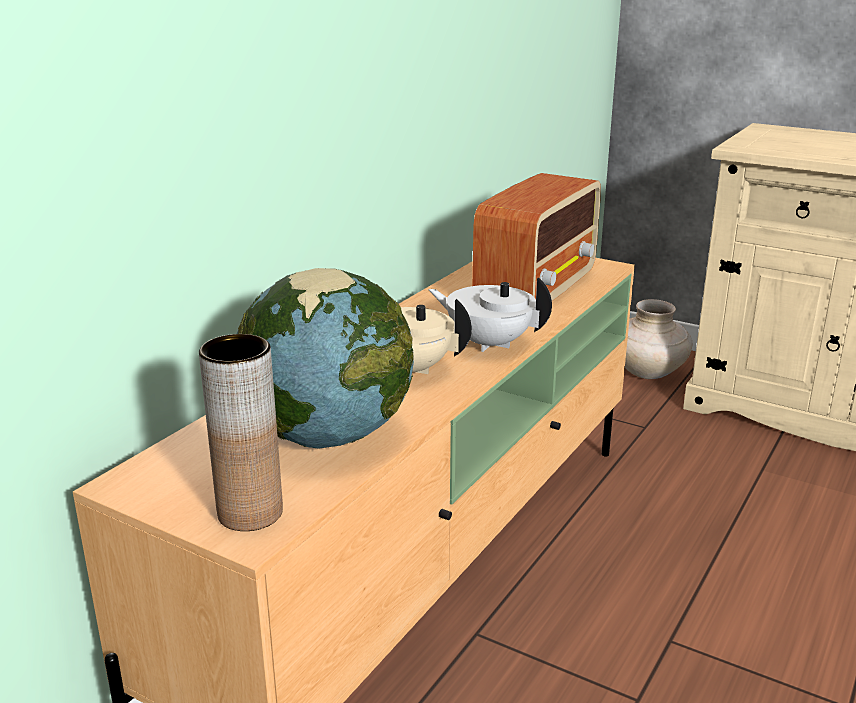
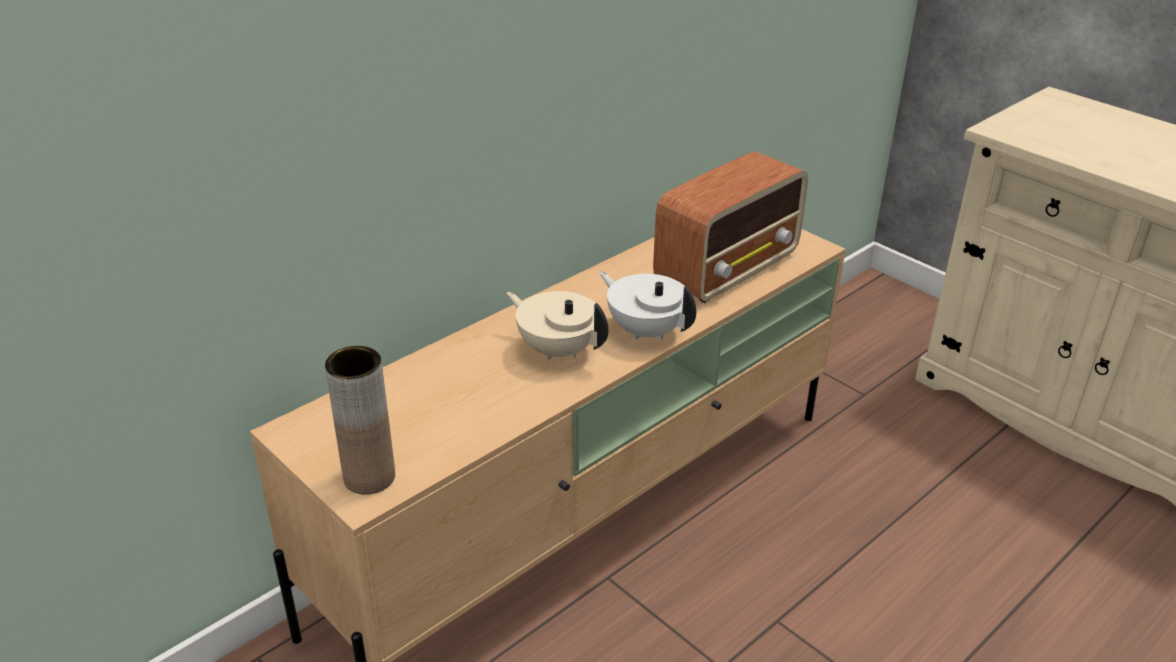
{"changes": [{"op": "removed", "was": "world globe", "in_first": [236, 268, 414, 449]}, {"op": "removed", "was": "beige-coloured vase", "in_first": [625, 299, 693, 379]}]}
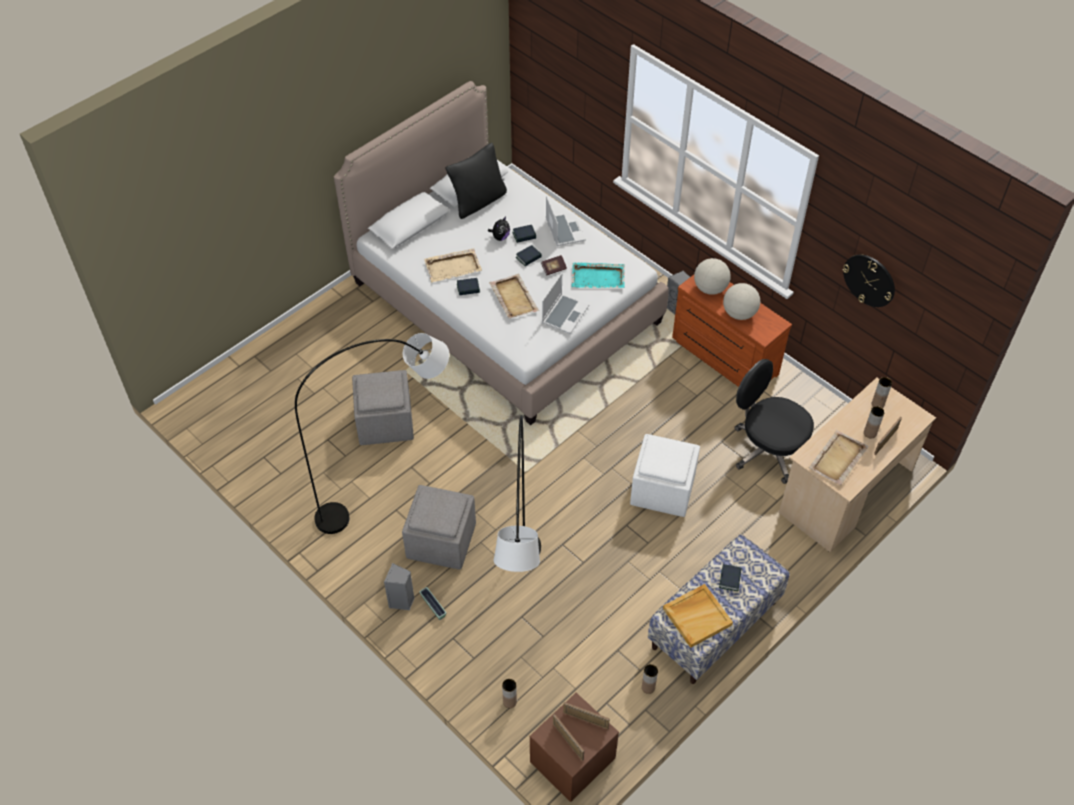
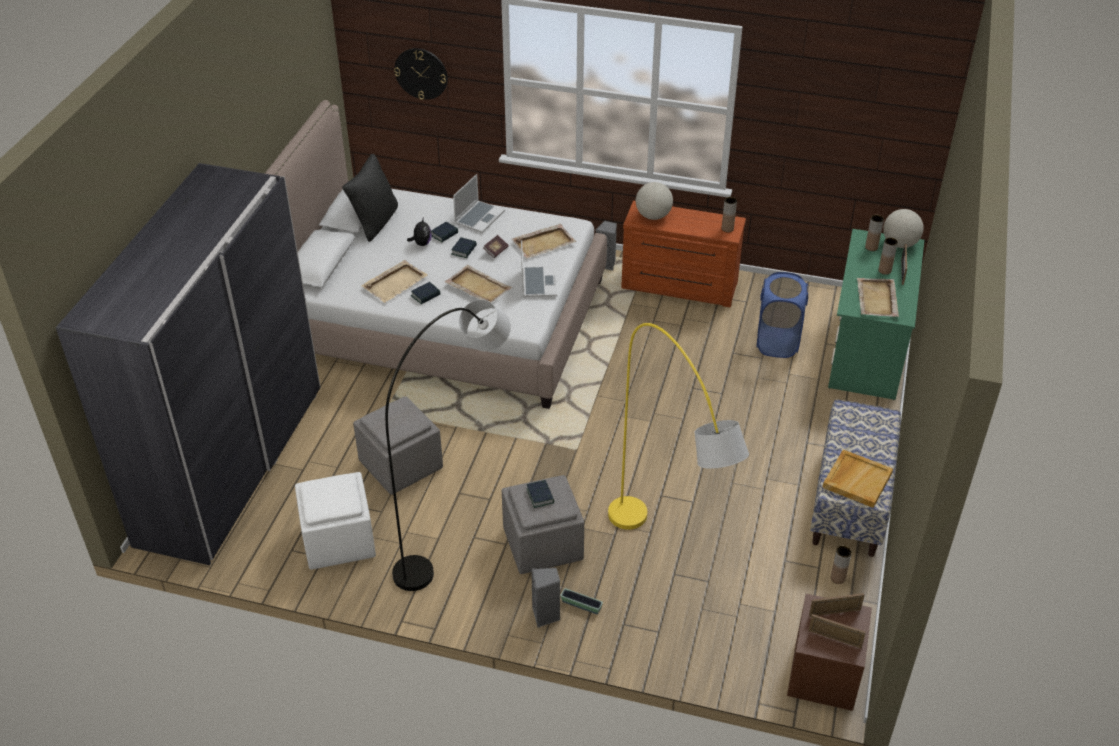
{"changes": [{"op": "added", "now": "grey armoire", "in_second": [56, 163, 321, 565]}, {"op": "moved", "was": "brownish vase", "in_first": [502, 679, 517, 708], "in_second": [722, 197, 737, 232]}, {"op": "moved", "was": "white-coloured footrest", "in_first": [630, 434, 700, 517], "in_second": [295, 472, 376, 570]}, {"op": "moved", "was": "book", "in_first": [719, 564, 741, 591], "in_second": [527, 480, 554, 508]}, {"op": "moved", "was": "world globe", "in_first": [723, 283, 760, 320], "in_second": [883, 209, 924, 248]}, {"op": "moved", "was": "hanging clock", "in_first": [843, 255, 895, 307], "in_second": [394, 48, 448, 100]}, {"op": "replaced", "was": "black-coloured computer chair", "now": "blue washing basket", "in_first": [734, 359, 814, 484], "in_second": [756, 272, 808, 358]}, {"op": "recoloured", "was": "grey standing lamp", "now": "yellowish standing lamp", "in_first": [494, 415, 541, 572], "in_second": [608, 323, 749, 530]}, {"op": "recoloured", "was": "turquoise carrying tray", "now": "beige-coloured carrying tray", "in_first": [571, 263, 625, 288], "in_second": [512, 224, 576, 259]}, {"op": "recoloured", "was": "beige-coloured desk unit", "now": "greenish desk unit", "in_first": [779, 377, 936, 552], "in_second": [828, 229, 925, 400]}, {"op": "turned", "was": "notebook computer", "in_first": [546, 196, 586, 246], "in_second": [453, 174, 505, 233], "clockwise": 75}]}
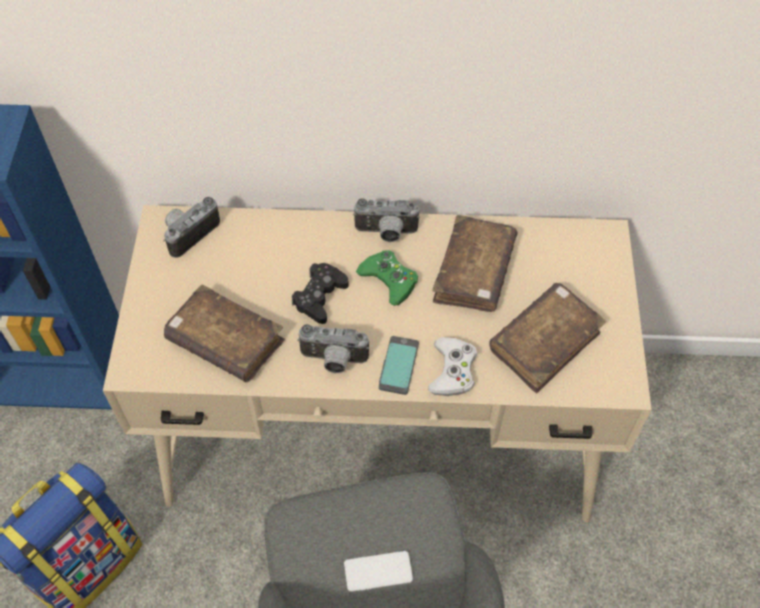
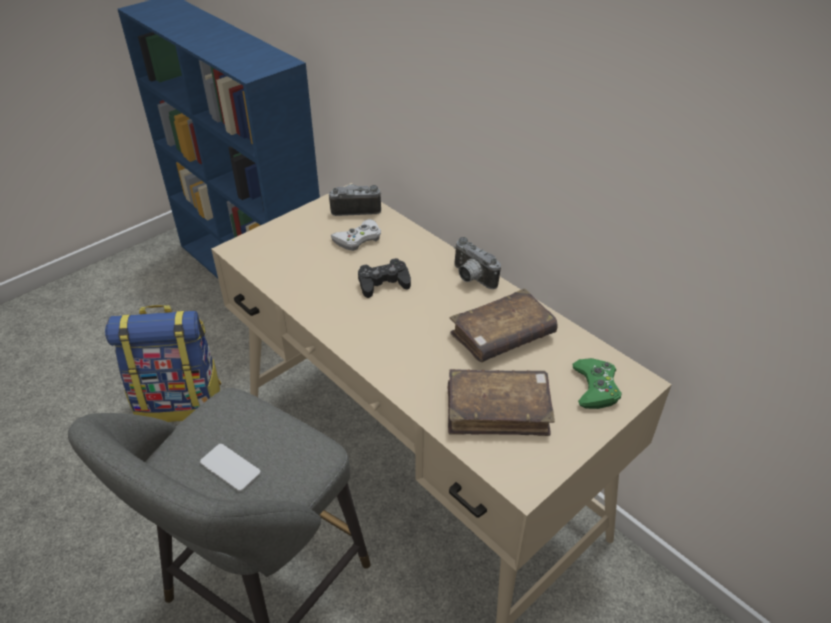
{"changes": [{"op": "removed", "was": "brownish book", "in_first": [164, 285, 285, 382]}, {"op": "removed", "was": "photo camera", "in_first": [297, 324, 369, 373]}, {"op": "removed", "was": "handset", "in_first": [379, 336, 419, 395]}, {"op": "moved", "was": "greenish game controller", "in_first": [356, 250, 418, 306], "in_second": [573, 358, 621, 409]}, {"op": "moved", "was": "white-coloured game controller", "in_first": [428, 337, 477, 396], "in_second": [331, 219, 381, 251]}]}
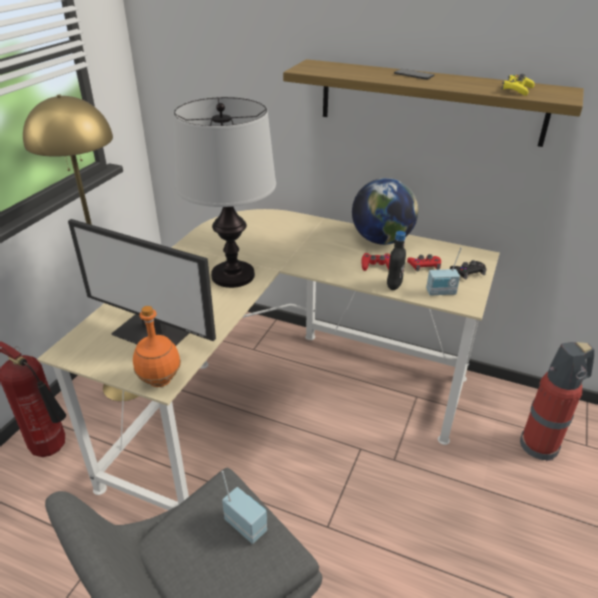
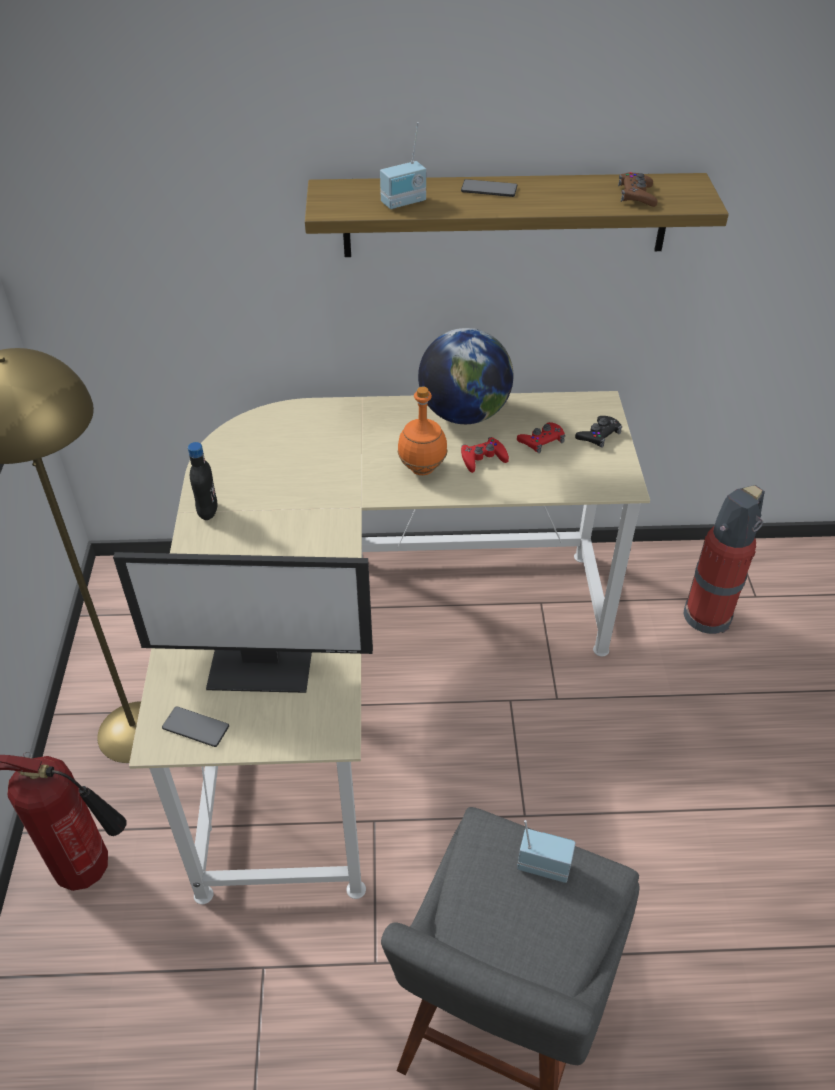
{"changes": [{"op": "removed", "was": "table lamp", "in_first": [173, 97, 276, 288]}, {"op": "added", "now": "handset", "in_second": [162, 706, 229, 747]}, {"op": "moved", "was": "orange drink bottle", "in_first": [133, 306, 181, 387], "in_second": [398, 387, 447, 475]}, {"op": "moved", "was": "black-coloured drink bottle", "in_first": [387, 231, 406, 290], "in_second": [188, 442, 218, 520]}, {"op": "moved", "was": "radio receiver", "in_first": [426, 248, 462, 296], "in_second": [380, 122, 426, 209]}, {"op": "recoloured", "was": "yellowish game controller", "now": "brownish game controller", "in_first": [501, 74, 535, 96], "in_second": [618, 172, 658, 207]}]}
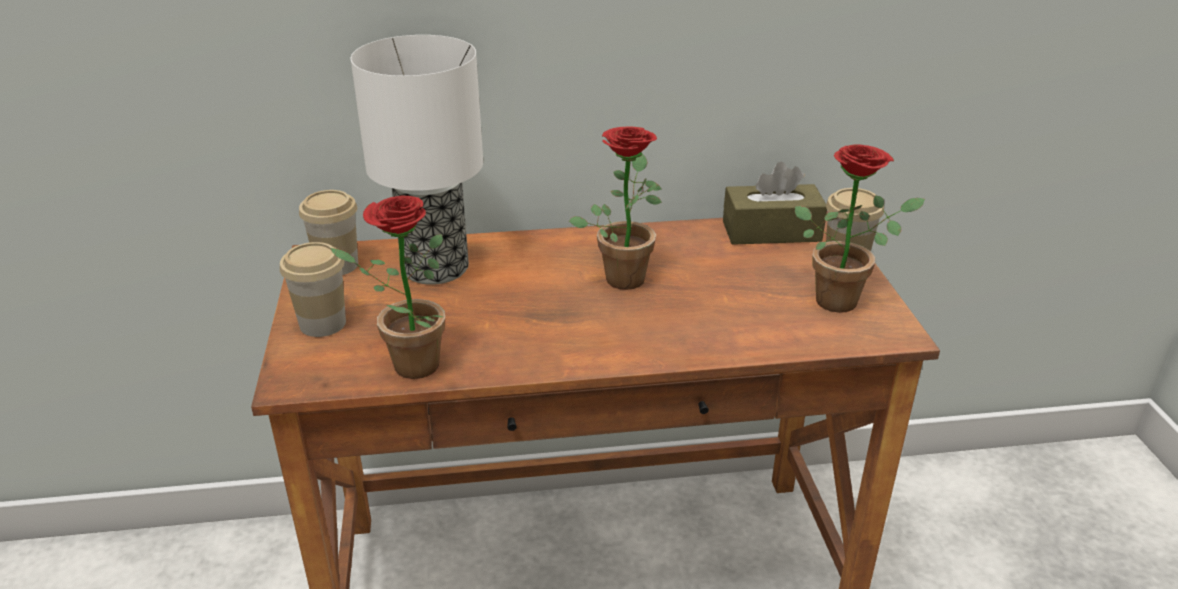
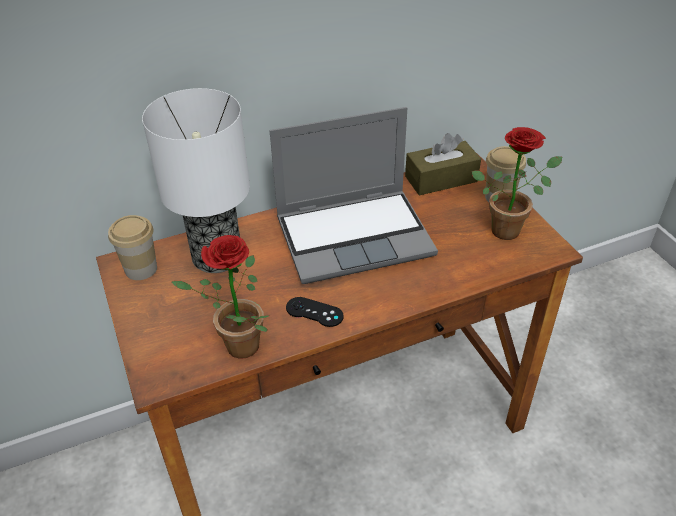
{"changes": [{"op": "removed", "was": "small cup", "in_first": [280, 242, 346, 337]}, {"op": "added", "now": "black-coloured game controller", "in_second": [286, 297, 344, 327]}, {"op": "replaced", "was": "houseplant", "now": "notebook computer", "in_first": [569, 126, 662, 290], "in_second": [269, 107, 438, 284]}]}
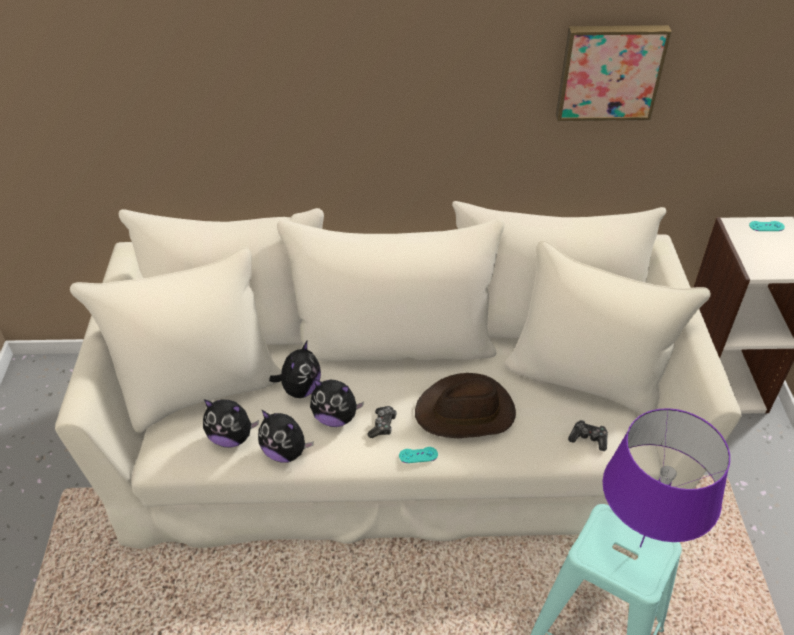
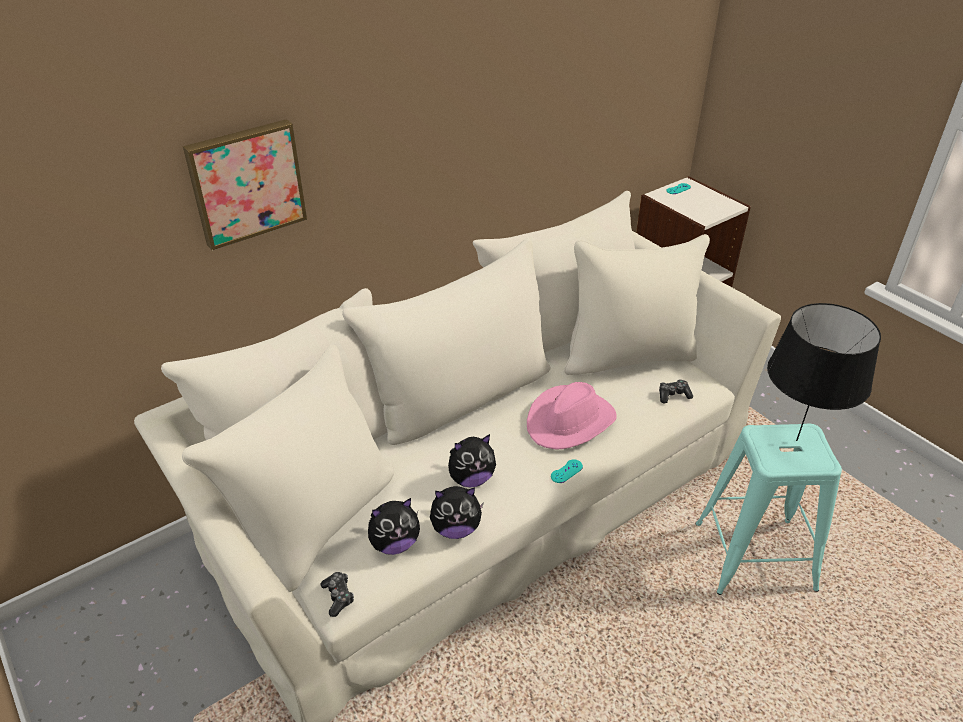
{"changes": [{"op": "removed", "was": "cuddly toy", "in_first": [269, 340, 321, 398]}, {"op": "moved", "was": "game controller", "in_first": [368, 406, 397, 438], "in_second": [321, 572, 354, 617]}, {"op": "moved", "was": "wall picture", "in_first": [556, 25, 672, 121], "in_second": [183, 119, 307, 251]}, {"op": "recoloured", "was": "brownish clothing hat", "now": "pink clothing hat", "in_first": [415, 373, 516, 438], "in_second": [527, 382, 617, 449]}, {"op": "recoloured", "was": "purple-coloured table lamp", "now": "black-coloured table lamp", "in_first": [603, 408, 730, 548], "in_second": [767, 303, 881, 441]}]}
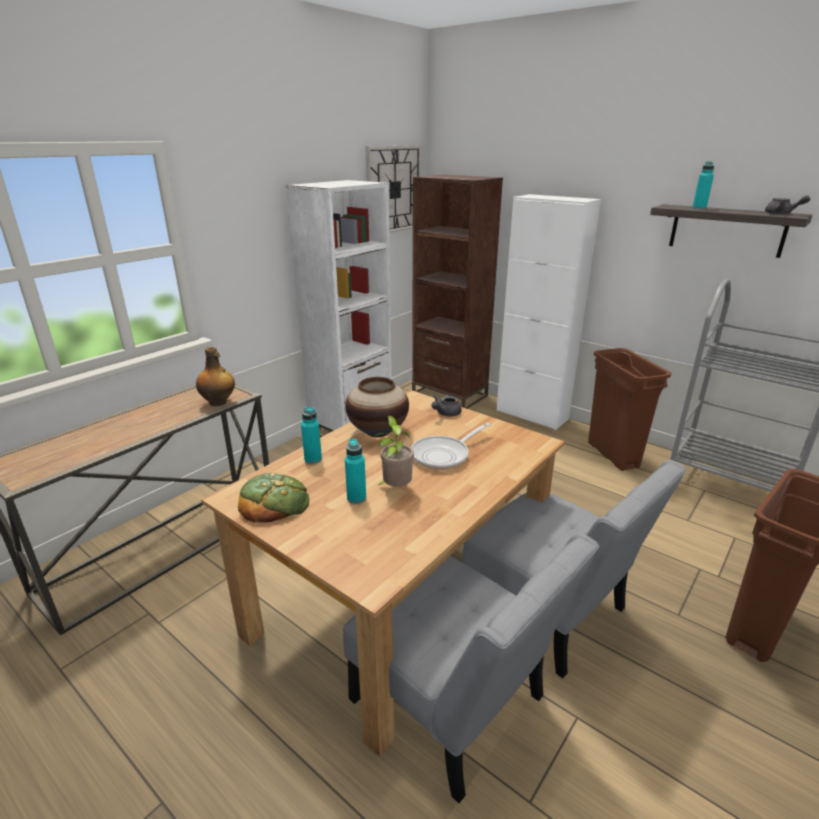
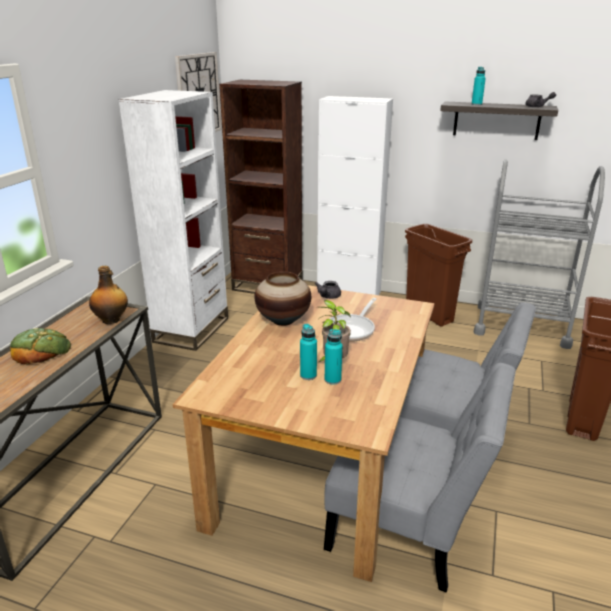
{"changes": [{"op": "moved", "was": "baked bread", "in_first": [238, 473, 309, 523], "in_second": [10, 328, 71, 364]}, {"op": "moved", "was": "turquoise drink bottle", "in_first": [301, 406, 322, 464], "in_second": [325, 329, 342, 385]}]}
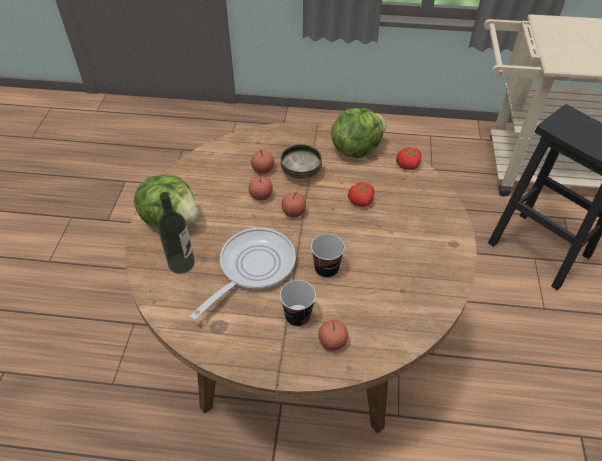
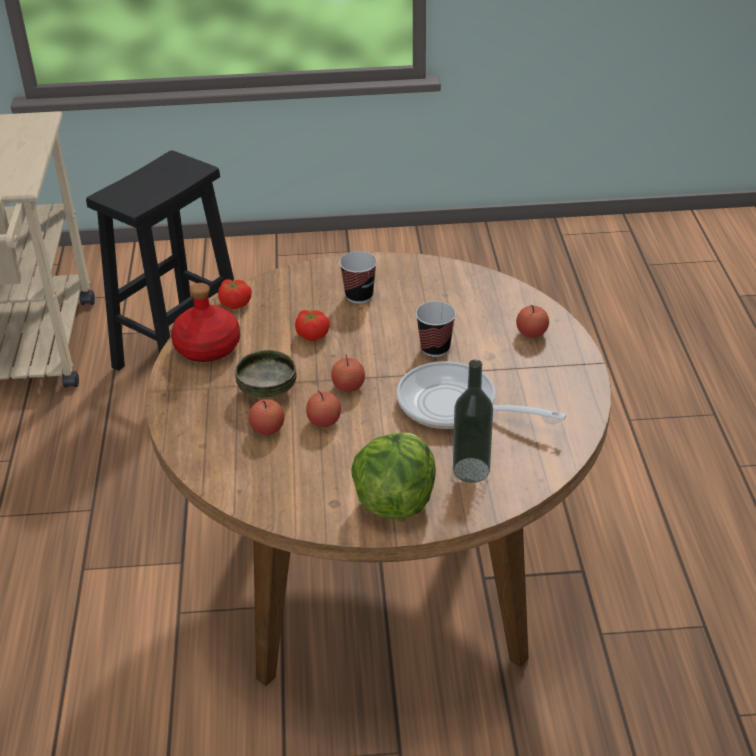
{"changes": [{"op": "moved", "was": "small cup", "in_first": [280, 280, 316, 327], "in_second": [339, 251, 377, 304]}, {"op": "replaced", "was": "lettuce", "now": "red-coloured drink bottle", "in_first": [331, 108, 386, 158], "in_second": [171, 283, 240, 362]}]}
